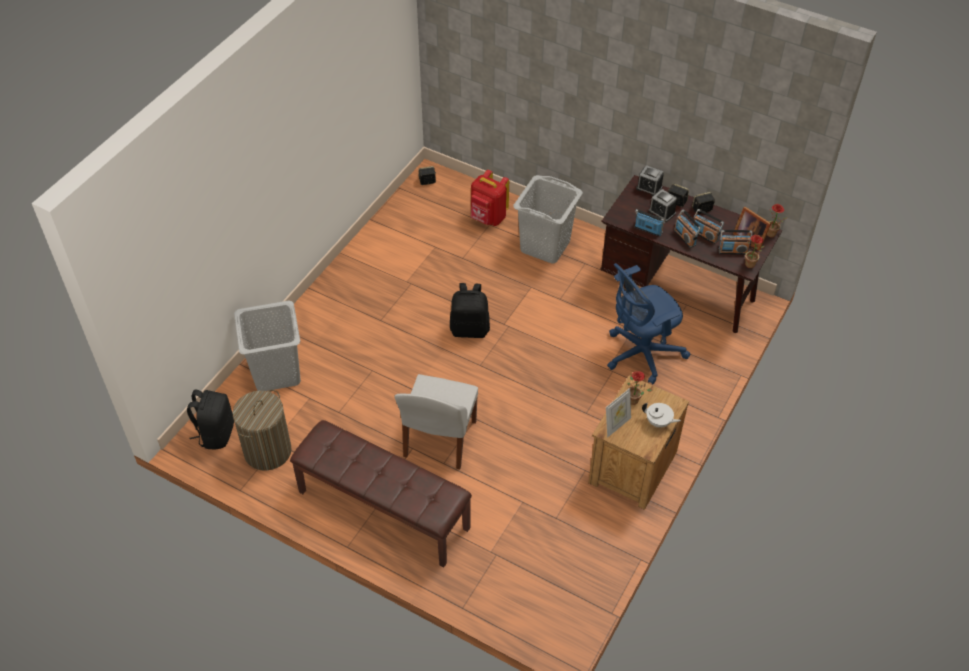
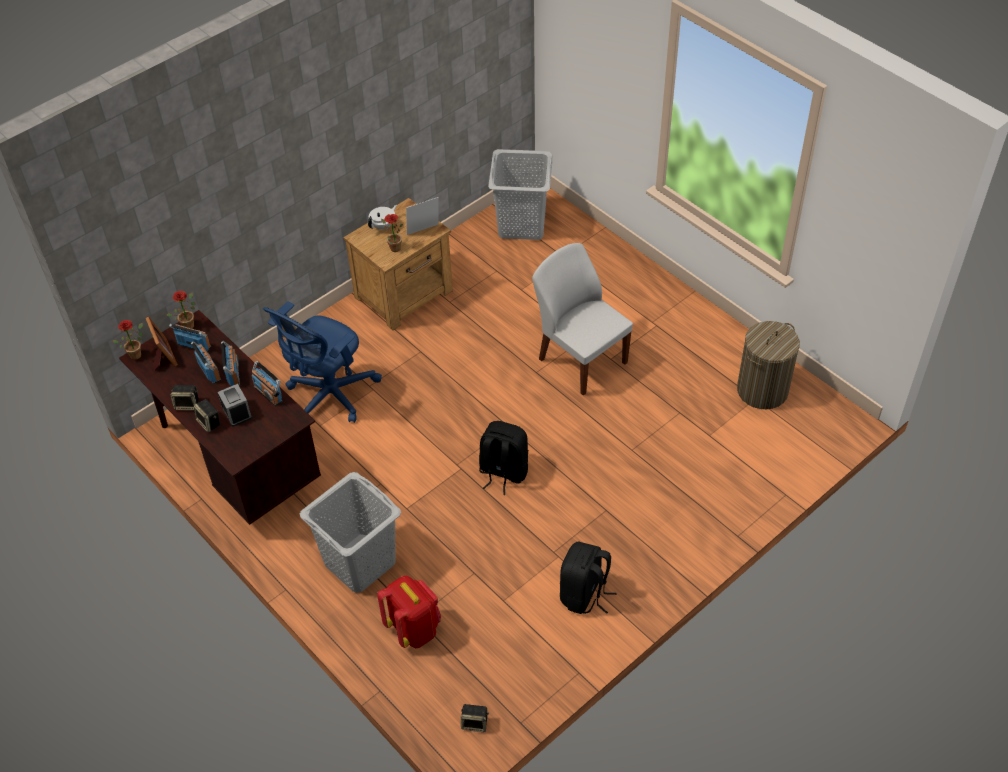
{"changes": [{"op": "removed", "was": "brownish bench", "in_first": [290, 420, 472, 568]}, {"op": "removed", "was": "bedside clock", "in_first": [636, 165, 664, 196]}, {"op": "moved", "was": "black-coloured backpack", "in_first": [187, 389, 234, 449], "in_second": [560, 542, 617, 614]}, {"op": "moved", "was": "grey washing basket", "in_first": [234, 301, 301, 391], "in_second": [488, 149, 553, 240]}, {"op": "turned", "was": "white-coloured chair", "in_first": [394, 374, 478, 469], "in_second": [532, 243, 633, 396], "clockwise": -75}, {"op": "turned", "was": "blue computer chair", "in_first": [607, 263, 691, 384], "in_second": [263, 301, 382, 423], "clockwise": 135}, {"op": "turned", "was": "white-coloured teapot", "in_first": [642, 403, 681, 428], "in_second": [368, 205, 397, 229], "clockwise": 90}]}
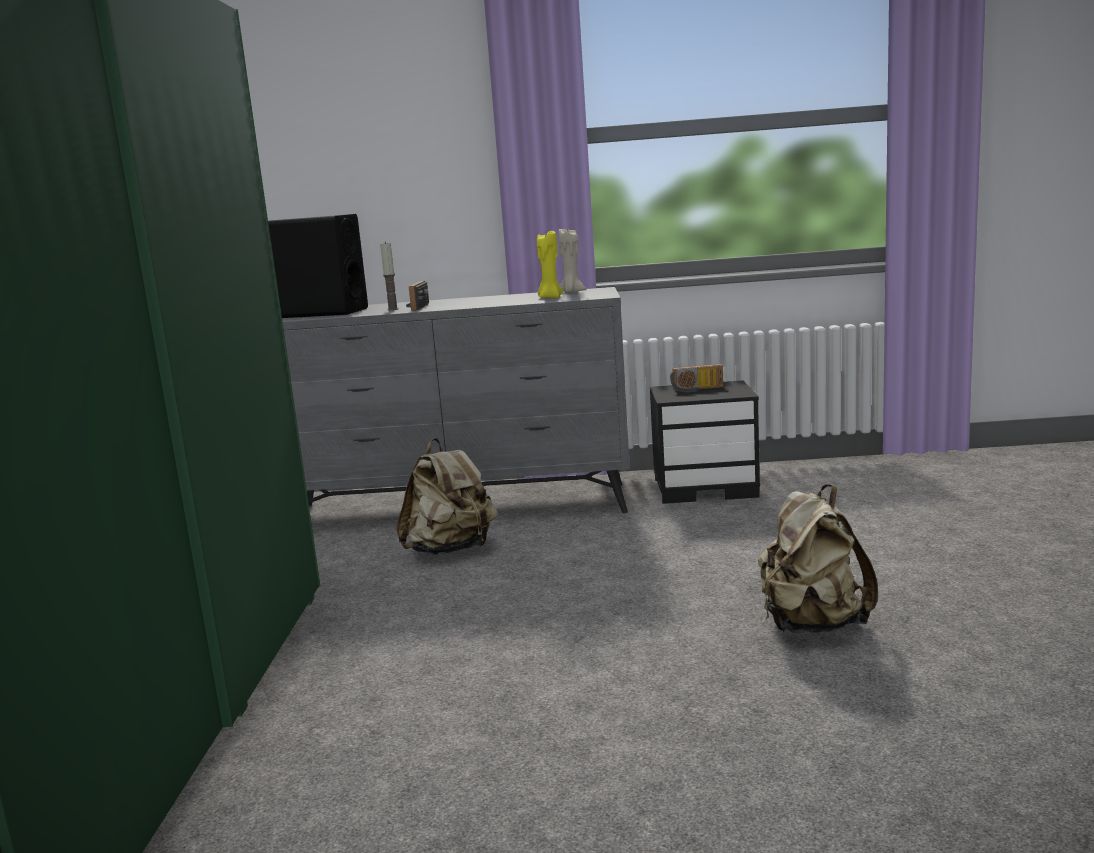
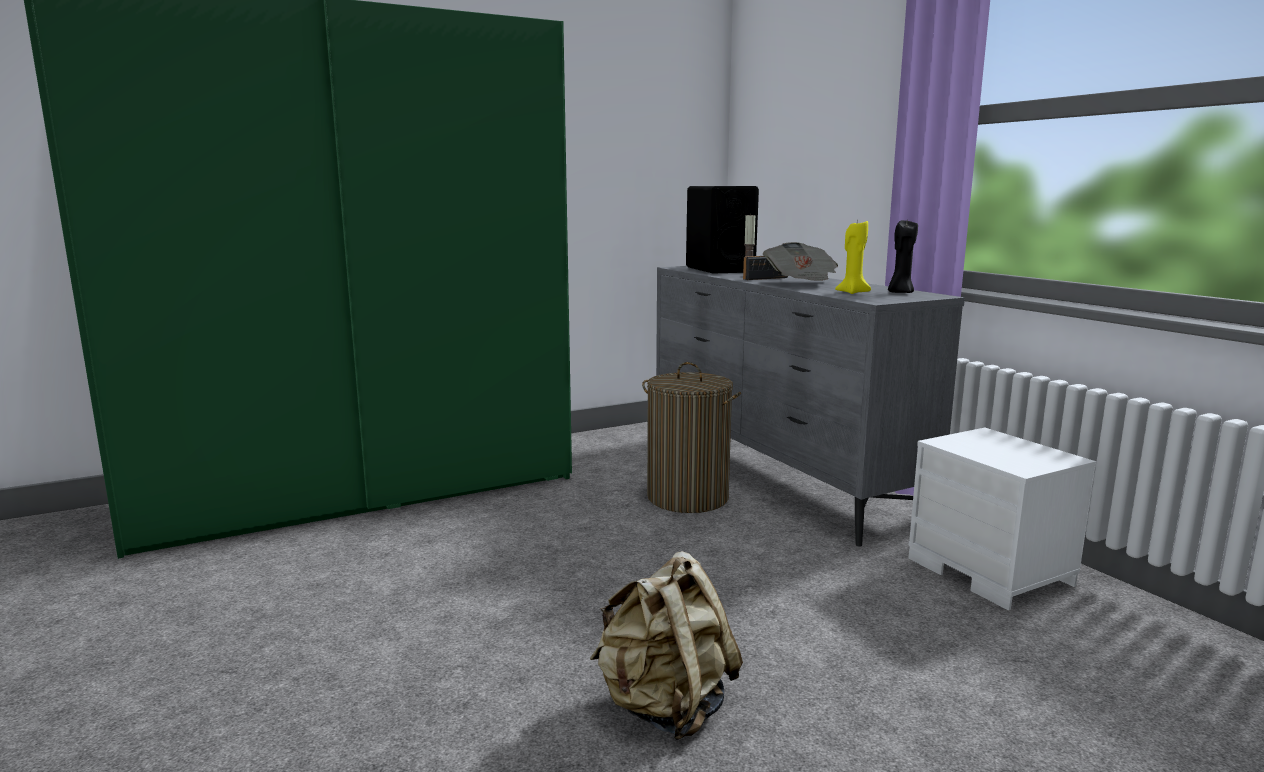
{"changes": [{"op": "removed", "was": "radio receiver", "in_first": [670, 364, 724, 392]}, {"op": "added", "now": "newspaper", "in_second": [763, 242, 838, 281]}, {"op": "replaced", "was": "beige-coloured backpack", "now": "washing basket", "in_first": [396, 438, 497, 555], "in_second": [642, 362, 741, 513]}, {"op": "recoloured", "was": "beige-coloured candle", "now": "black-coloured candle", "in_first": [558, 229, 586, 292], "in_second": [888, 220, 918, 293]}, {"op": "recoloured", "was": "black-coloured night table", "now": "white-coloured night table", "in_first": [650, 381, 760, 504], "in_second": [908, 428, 1096, 611]}]}
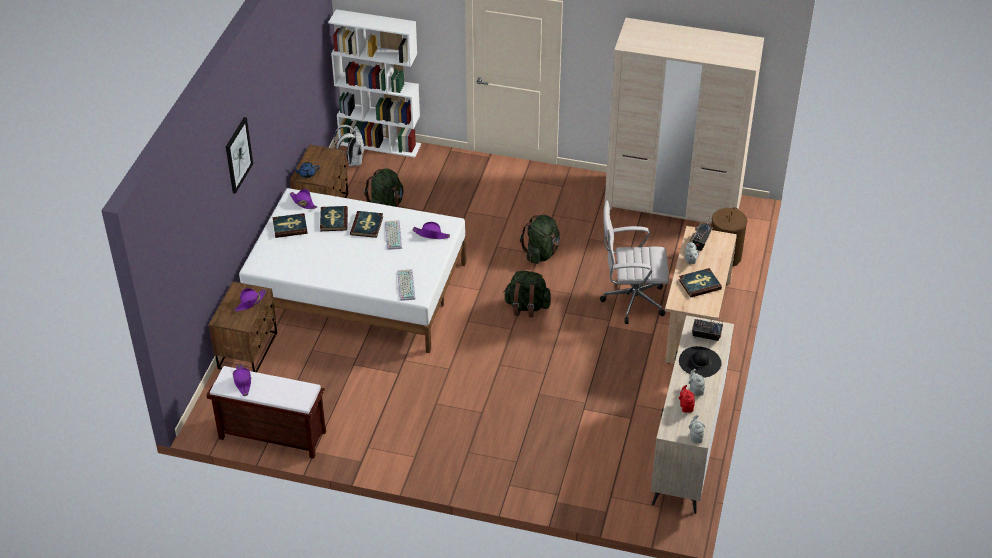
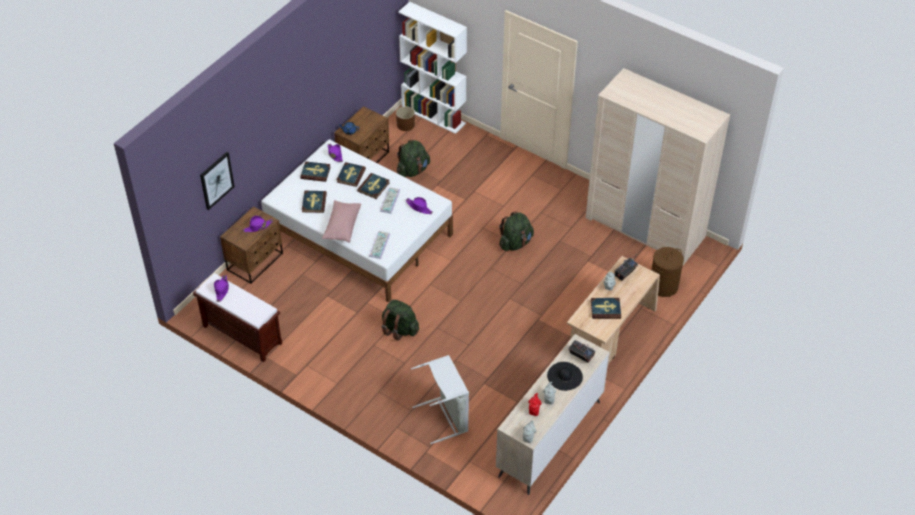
{"changes": [{"op": "removed", "was": "white-coloured computer chair", "in_first": [600, 200, 668, 324]}, {"op": "added", "now": "book", "in_second": [302, 191, 327, 213]}, {"op": "added", "now": "pink throw pillow", "in_second": [322, 200, 361, 243]}, {"op": "added", "now": "grey washing basket", "in_second": [411, 355, 469, 444]}, {"op": "moved", "was": "wall picture", "in_first": [226, 117, 253, 194], "in_second": [200, 152, 235, 210]}, {"op": "moved", "was": "greenish backpack", "in_first": [503, 271, 551, 317], "in_second": [381, 299, 419, 341]}, {"op": "replaced", "was": "white-coloured backpack", "now": "brownish plant pot", "in_first": [334, 125, 364, 167], "in_second": [396, 106, 415, 131]}]}
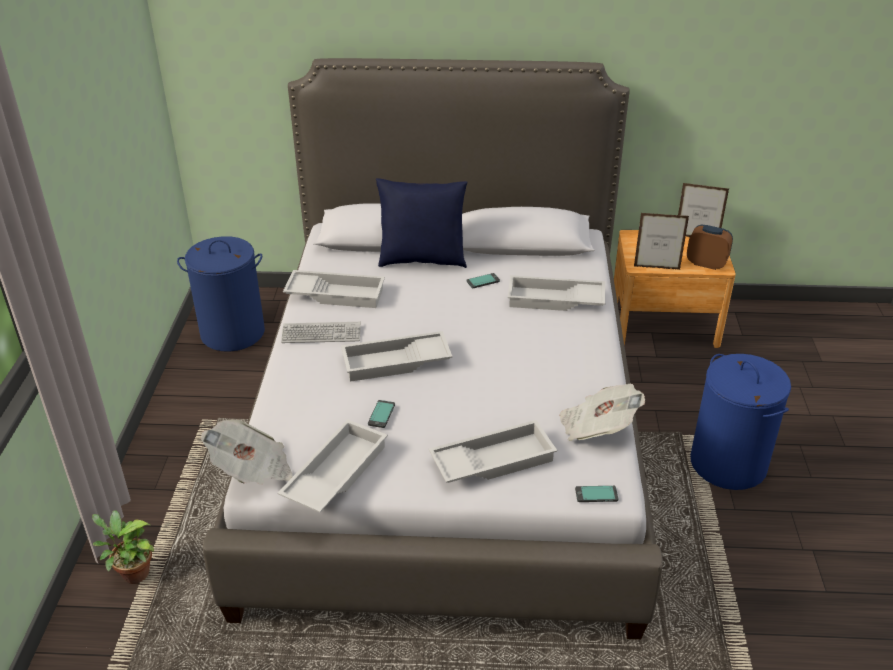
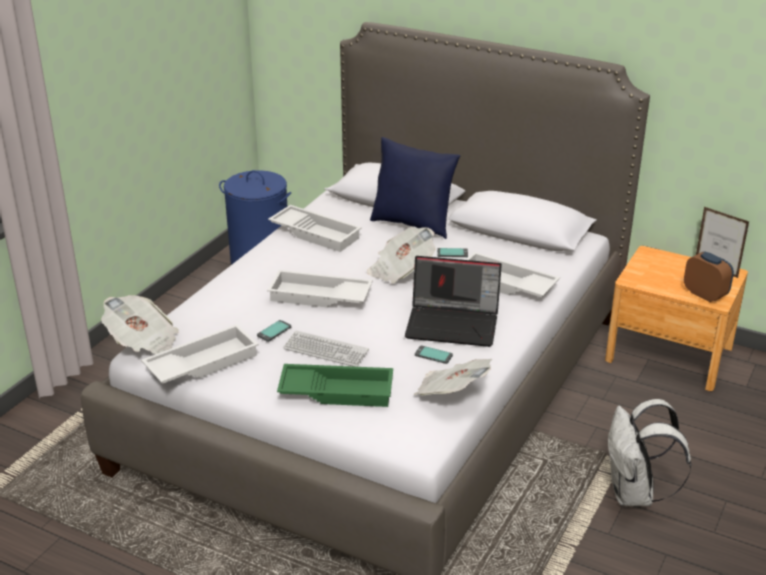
{"changes": [{"op": "removed", "was": "houseplant", "in_first": [92, 510, 154, 584]}, {"op": "removed", "was": "photo frame", "in_first": [634, 213, 689, 270]}, {"op": "added", "now": "newspaper", "in_second": [367, 227, 435, 284]}, {"op": "added", "now": "notebook computer", "in_second": [405, 256, 502, 347]}, {"op": "moved", "was": "PC keyboard", "in_first": [281, 322, 361, 343], "in_second": [283, 330, 369, 367]}, {"op": "moved", "was": "handset", "in_first": [575, 486, 618, 502], "in_second": [415, 345, 453, 364]}, {"op": "replaced", "was": "blue washing basket", "now": "white-coloured backpack", "in_first": [691, 354, 791, 490], "in_second": [608, 399, 692, 506]}, {"op": "recoloured", "was": "white-coloured carrying tray", "now": "greenish carrying tray", "in_first": [429, 420, 557, 483], "in_second": [277, 364, 393, 407]}]}
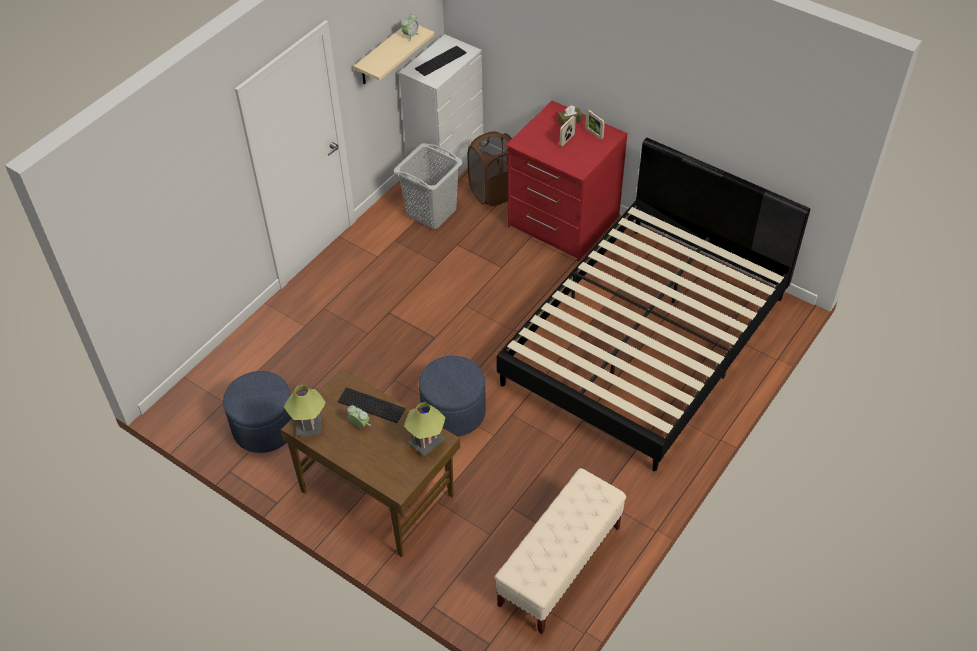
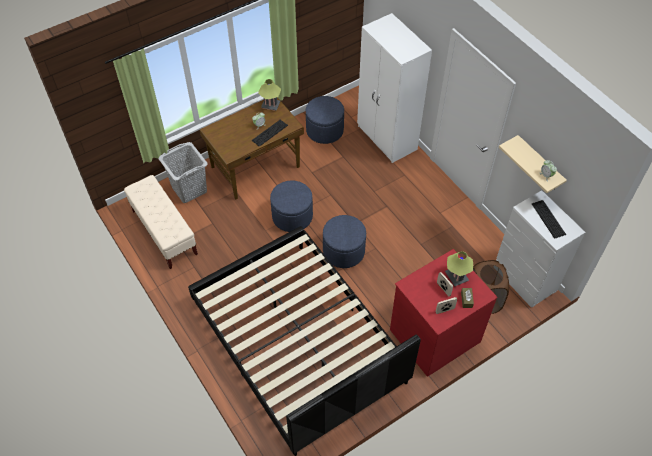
{"changes": [{"op": "added", "now": "blue footrest", "in_second": [323, 215, 366, 268]}, {"op": "added", "now": "white-coloured armoire", "in_second": [357, 13, 432, 163]}, {"op": "moved", "was": "grey washing basket", "in_first": [394, 143, 463, 229], "in_second": [158, 142, 208, 203]}, {"op": "moved", "was": "table lamp", "in_first": [404, 402, 445, 456], "in_second": [445, 251, 473, 286]}]}
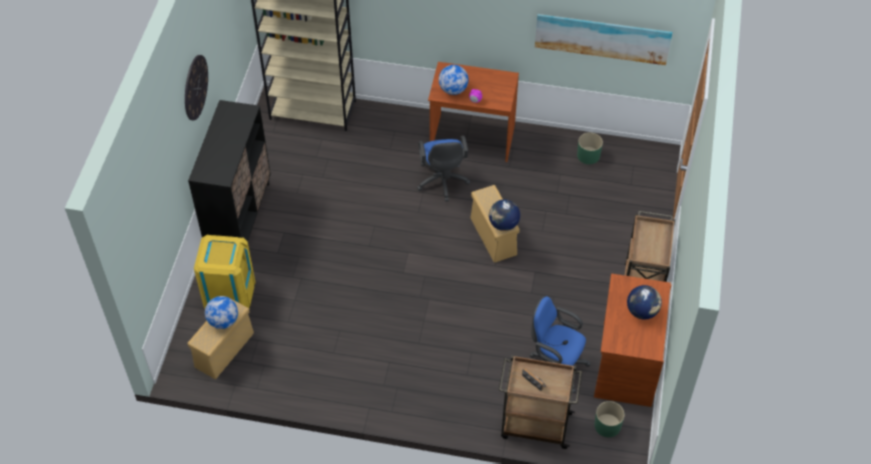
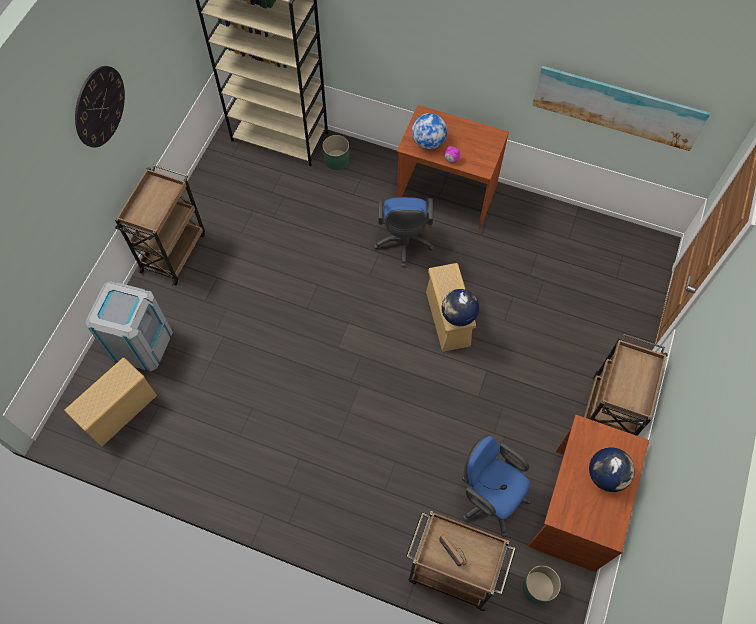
{"changes": [{"op": "removed", "was": "world globe", "in_first": [205, 296, 238, 329]}, {"op": "moved", "was": "greenish plant pot", "in_first": [577, 132, 603, 164], "in_second": [323, 135, 349, 170]}, {"op": "replaced", "was": "black-coloured cupboard", "now": "brownish wheeled cart", "in_first": [188, 100, 271, 242], "in_second": [115, 165, 205, 286]}, {"op": "recoloured", "was": "yellowish waste bin", "now": "grey waste bin", "in_first": [194, 235, 255, 309], "in_second": [85, 281, 173, 372]}]}
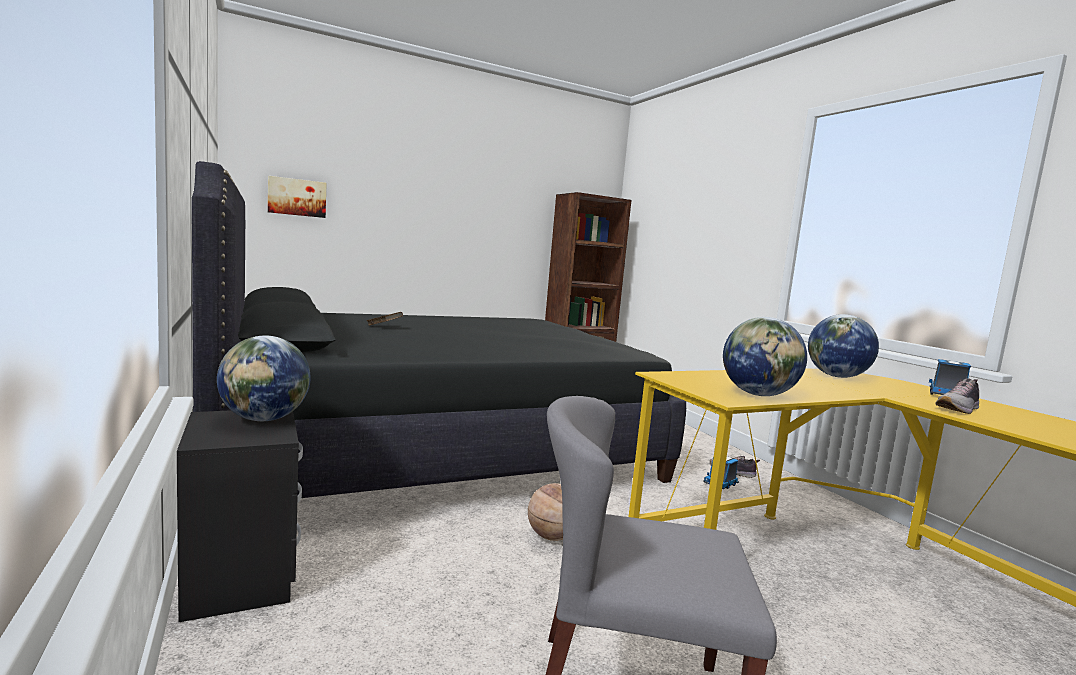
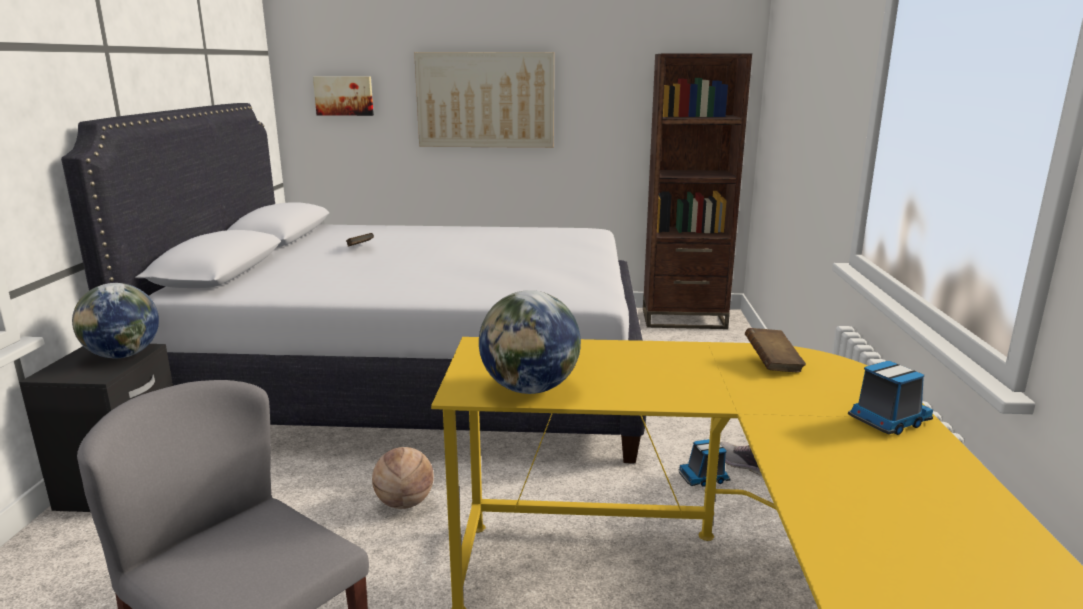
{"changes": [{"op": "removed", "was": "shoe", "in_first": [935, 378, 979, 414]}, {"op": "added", "now": "wall picture", "in_second": [414, 52, 554, 148]}, {"op": "replaced", "was": "world globe", "now": "brownish book", "in_first": [808, 314, 879, 378], "in_second": [745, 328, 806, 372]}, {"op": "recoloured", "was": "black-coloured sleeping bed", "now": "white-coloured sleeping bed", "in_first": [192, 161, 686, 498], "in_second": [61, 103, 646, 463]}]}
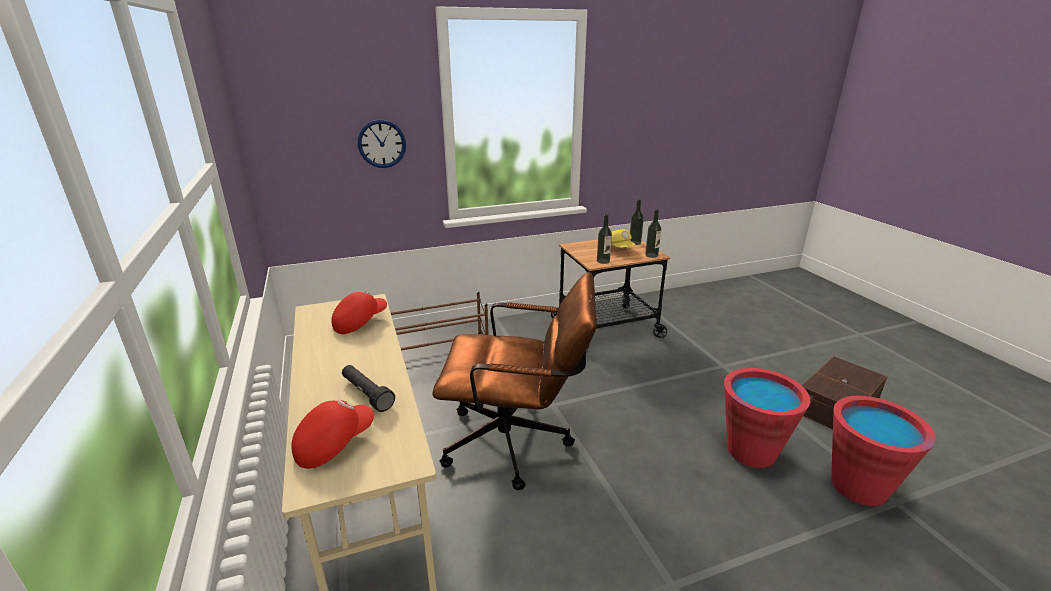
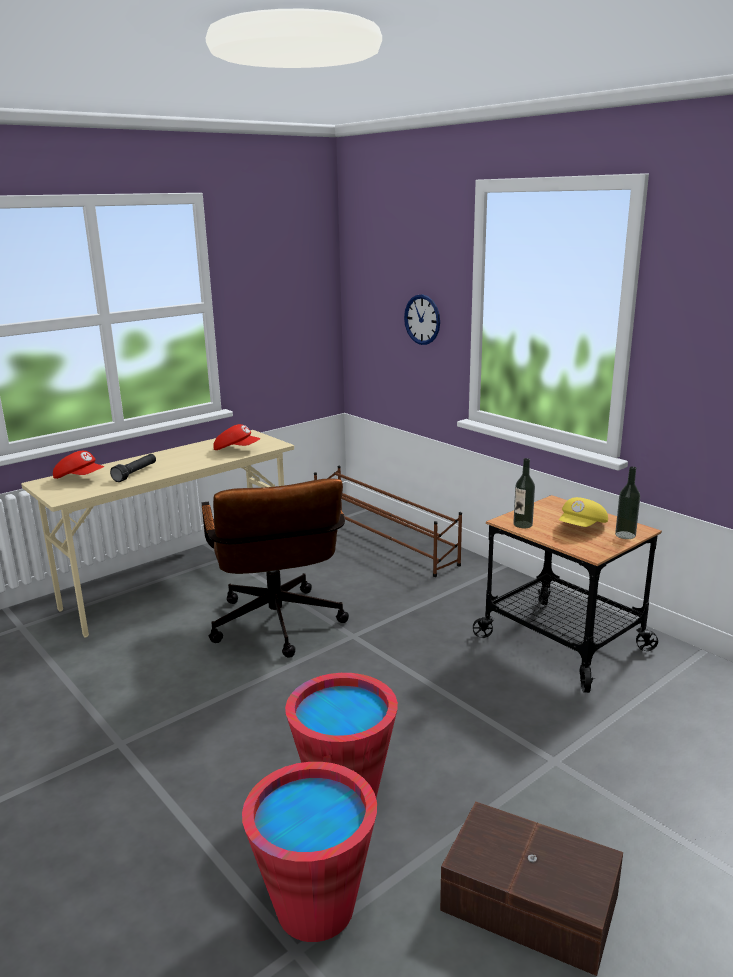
{"changes": [{"op": "removed", "was": "drink bottle", "in_first": [645, 210, 661, 258]}]}
